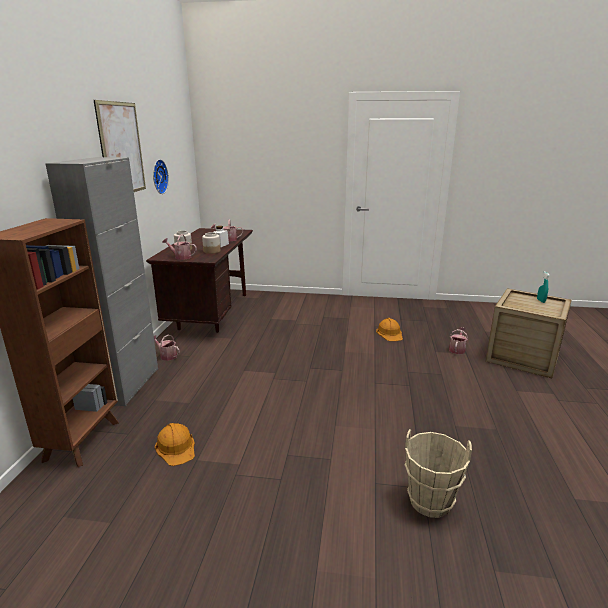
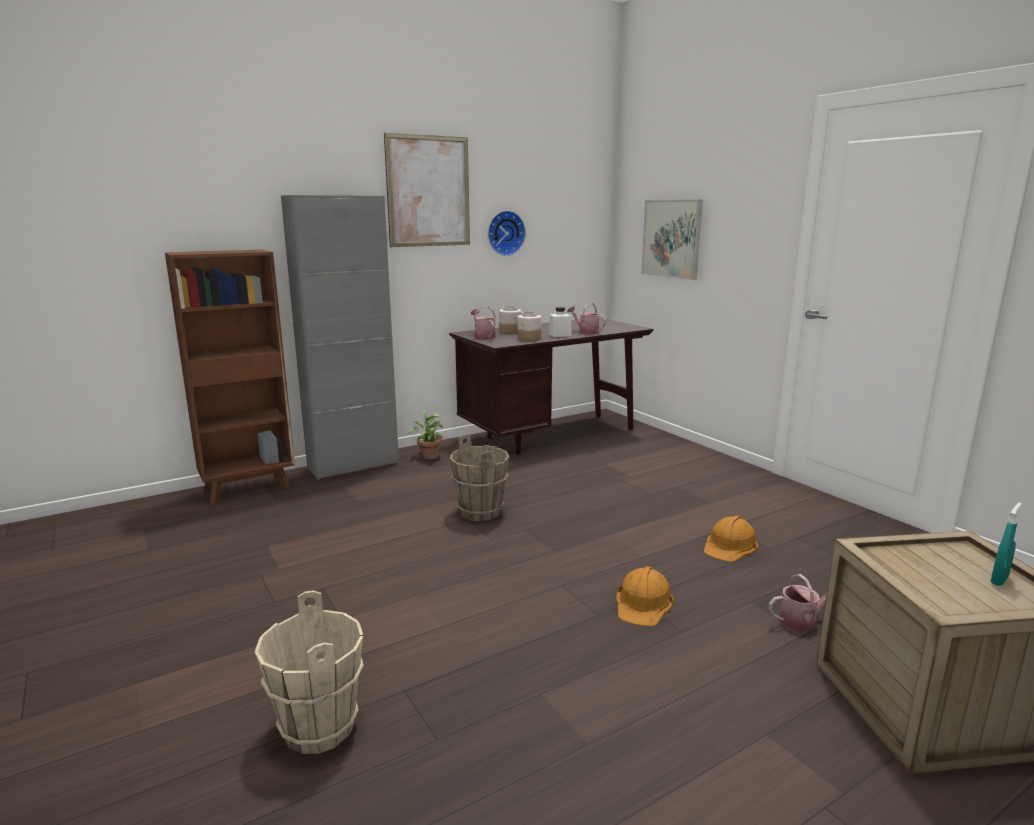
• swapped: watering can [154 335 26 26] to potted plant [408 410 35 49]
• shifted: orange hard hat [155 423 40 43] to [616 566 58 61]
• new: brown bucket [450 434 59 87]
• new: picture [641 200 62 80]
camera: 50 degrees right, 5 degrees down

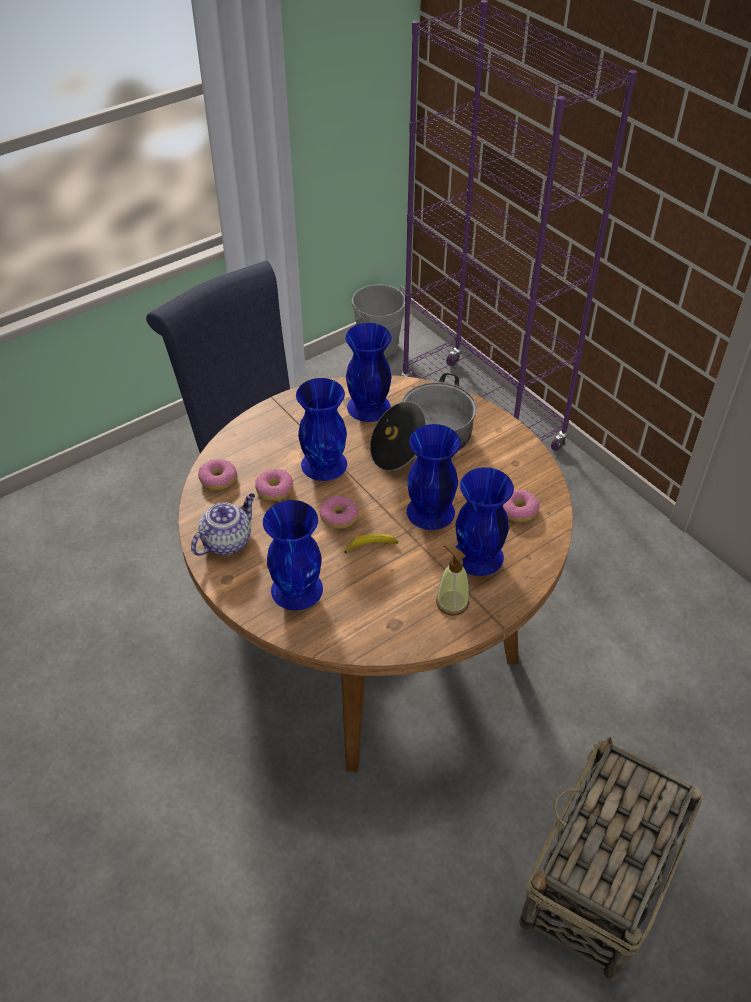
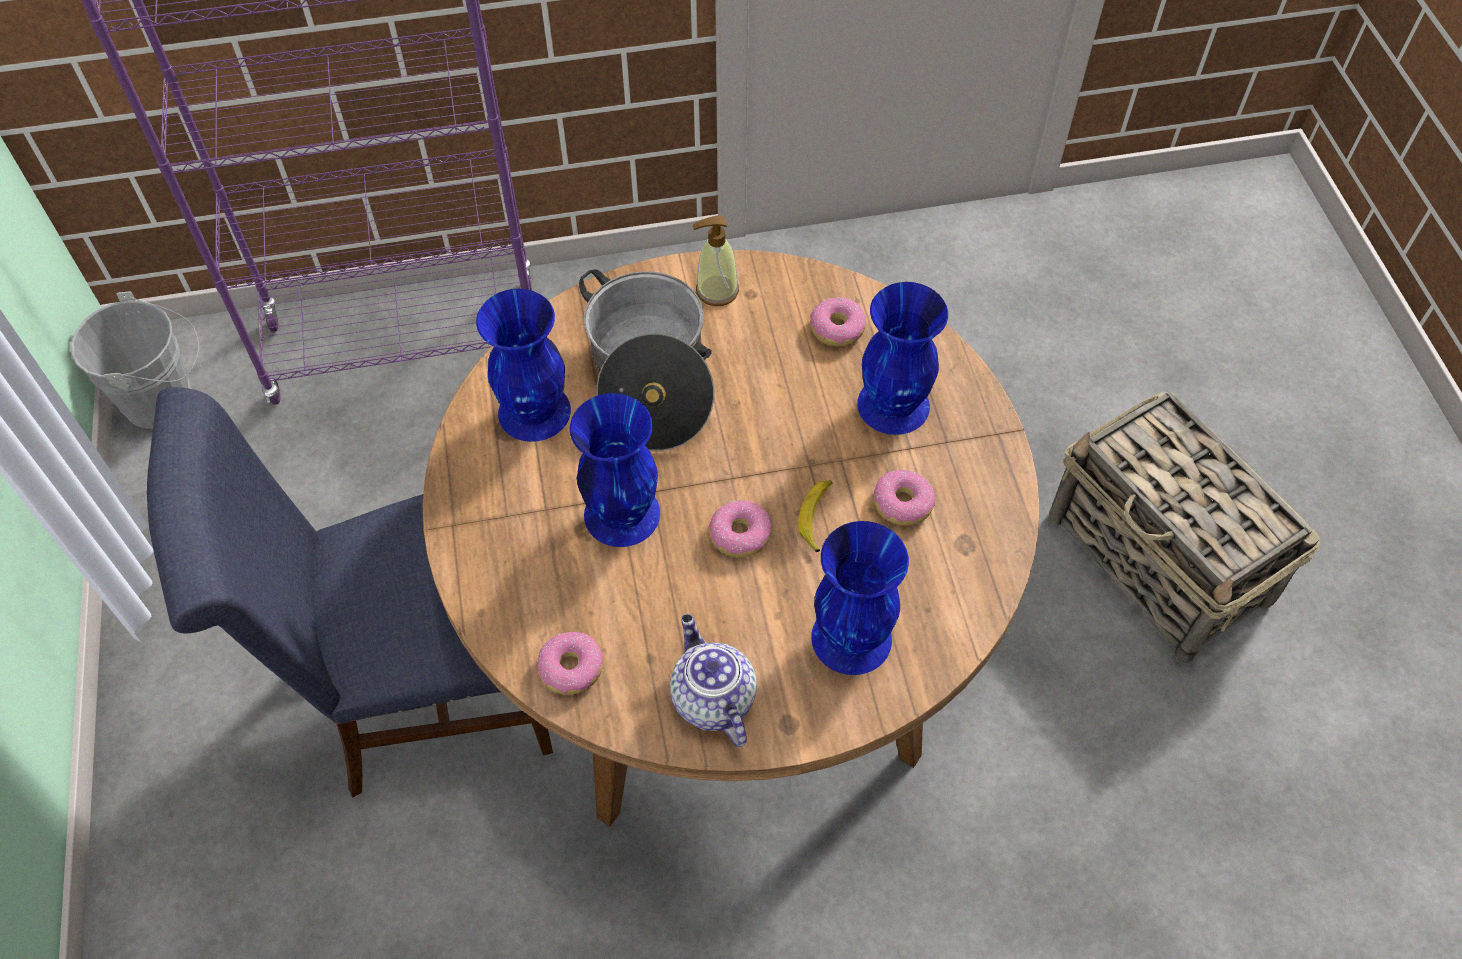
• shifted: donut [255 469 38 32] to [874 470 61 55]
• gone: blue vase [407 424 54 106]
• shifted: soap dispenser [436 543 33 73] to [692 215 47 91]
camera: 65 degrees left, 10 degrees up

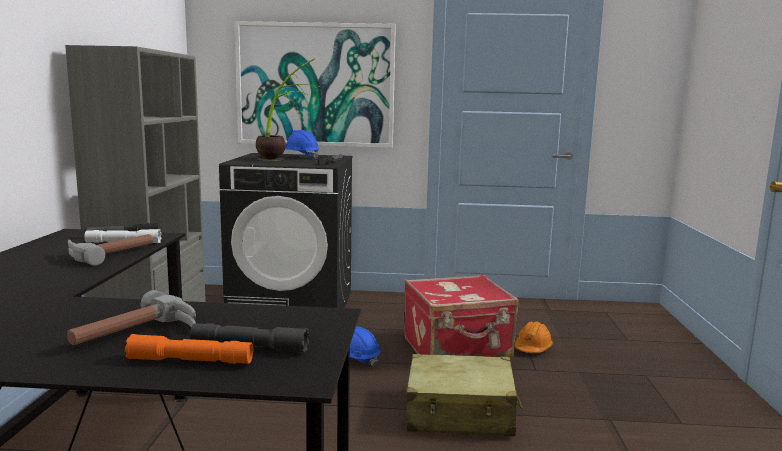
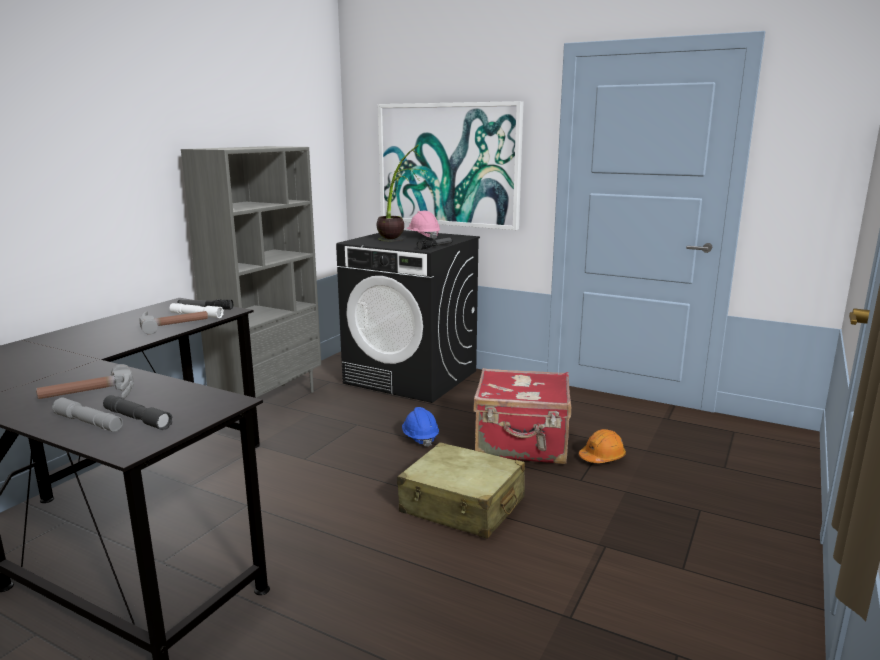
• repainted: orange flashlight [125 334 128 30] to grey flashlight [52 397 71 35]
• repainted: blue hard hat [285 130 34 29] to pink hard hat [406 211 34 29]
camera: 25 degrees right, 5 degrees up

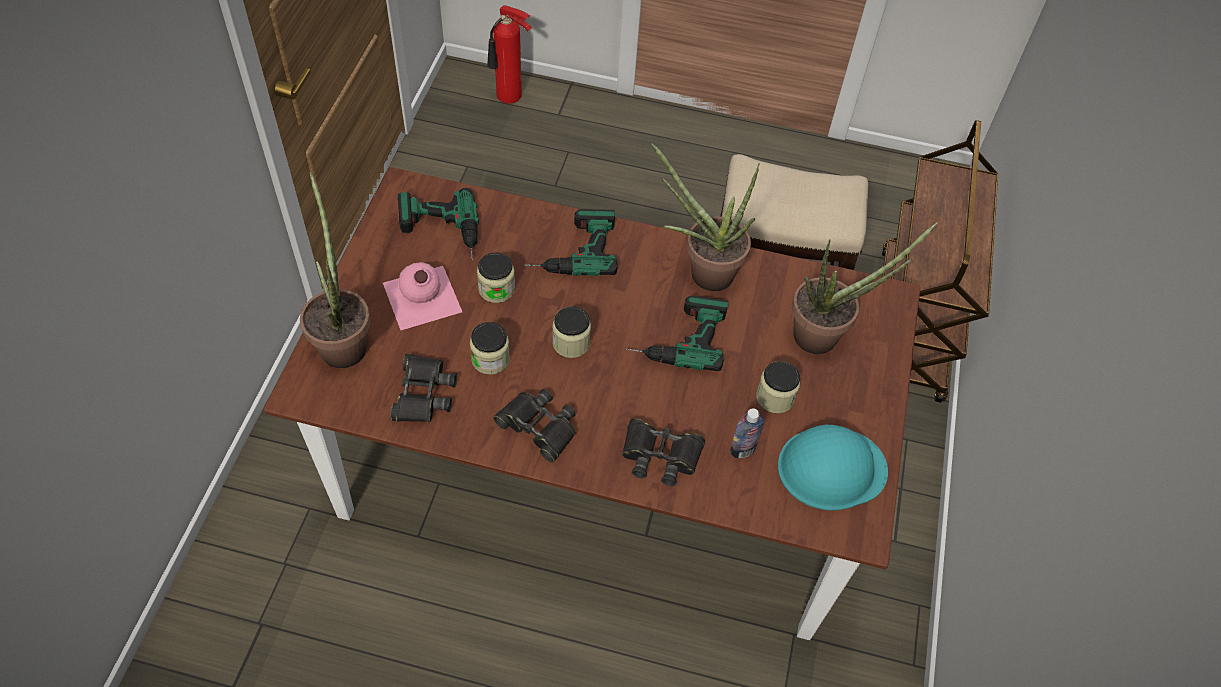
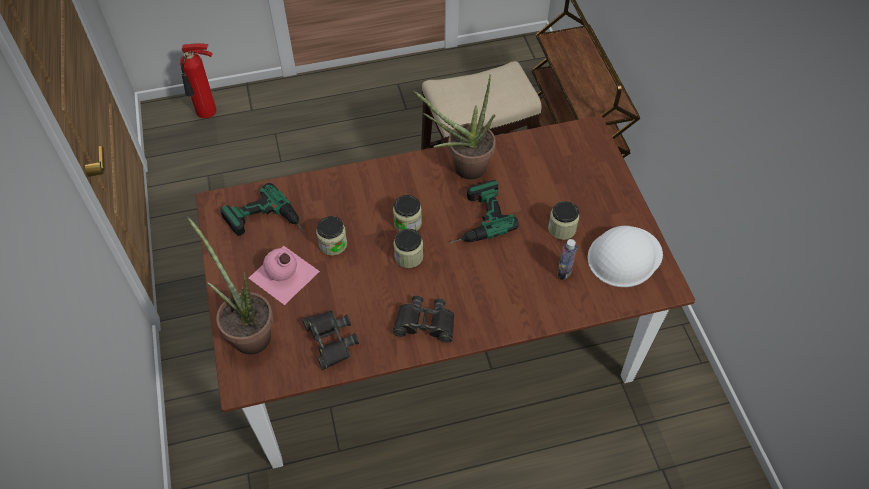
• shifted: jar [470 322 40 53] to [393 195 29 37]
• gone: power drill [524 209 94 67]
• gone: black binoculars [622 418 83 68]
• repainted: turquoise hard hat [778 425 110 86] to white hard hat [587 226 76 61]
• gone: potted plant [792 222 146 132]
camera: 25 degrees left, 0 degrees up

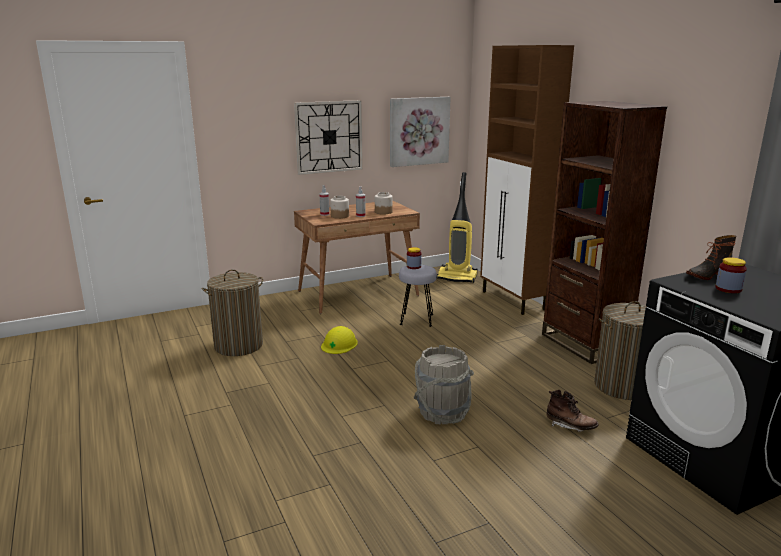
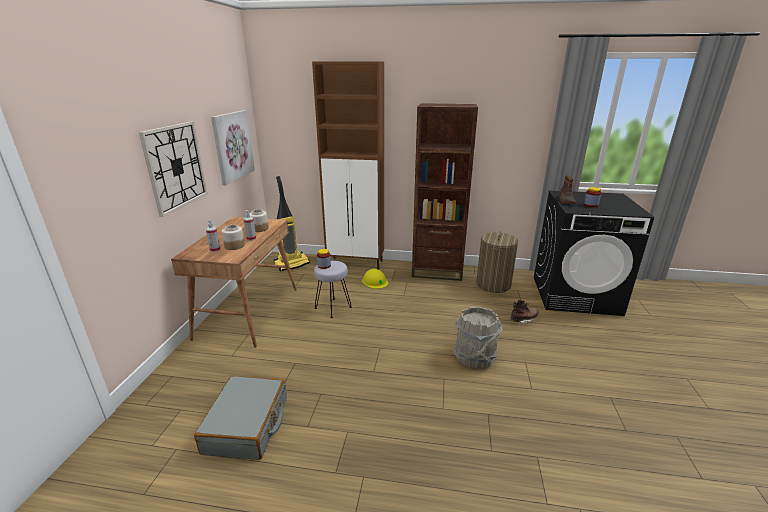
• swapped: laundry basket [202 269 61 87] to grey suitcase [194 376 93 84]
• shifted: yellow hard hat [321 326 37 28] to [362 269 26 20]
camera: 55 degrees left, 5 degrees up

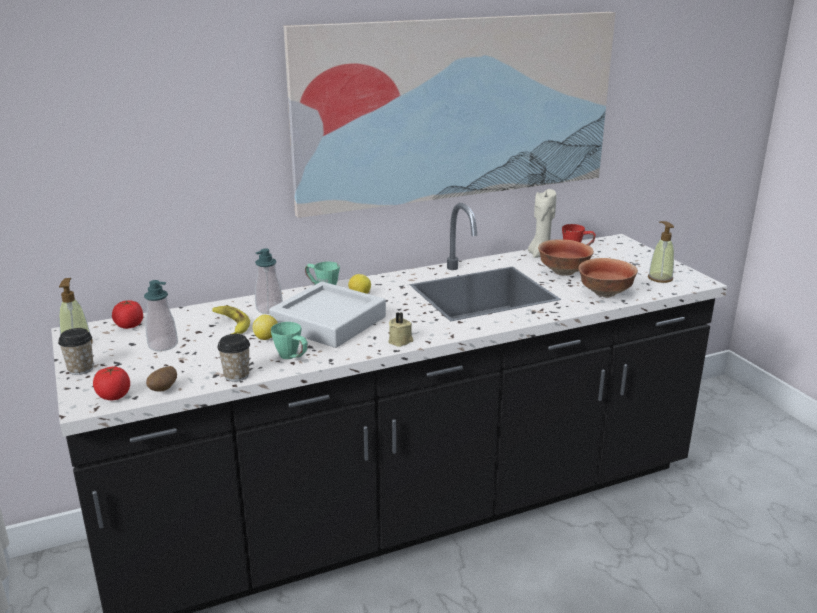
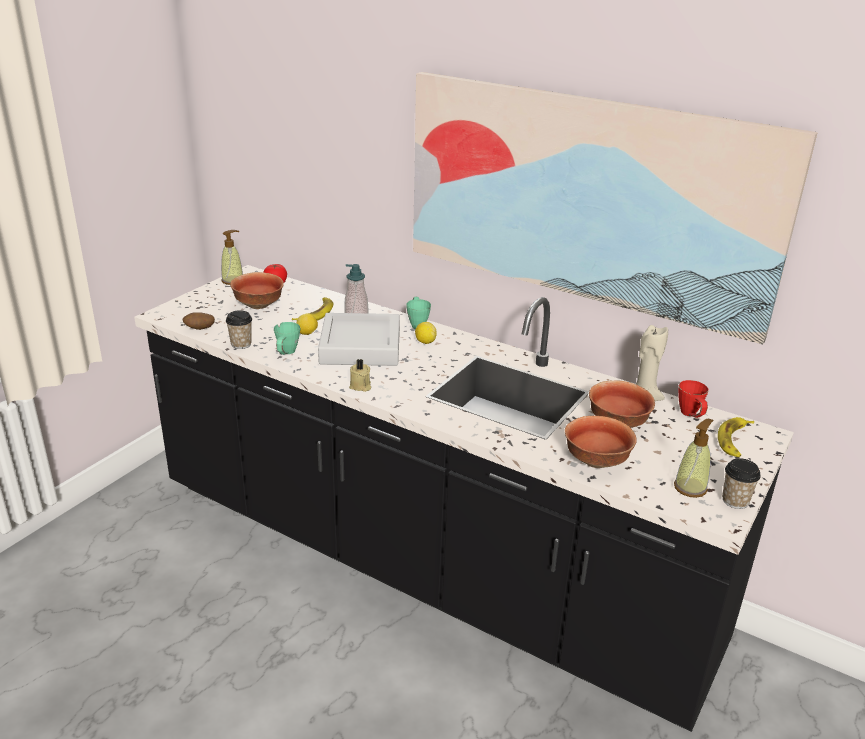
• shifted: cup [58 328 36 47] to [722 458 39 51]
• gone: tomato [93 366 37 34]
• swapped: soap dispenser [144 280 34 71] to bowl [230 272 54 37]
• new: banana [718 417 36 40]
camera: 55 degrees right, 5 degrees up

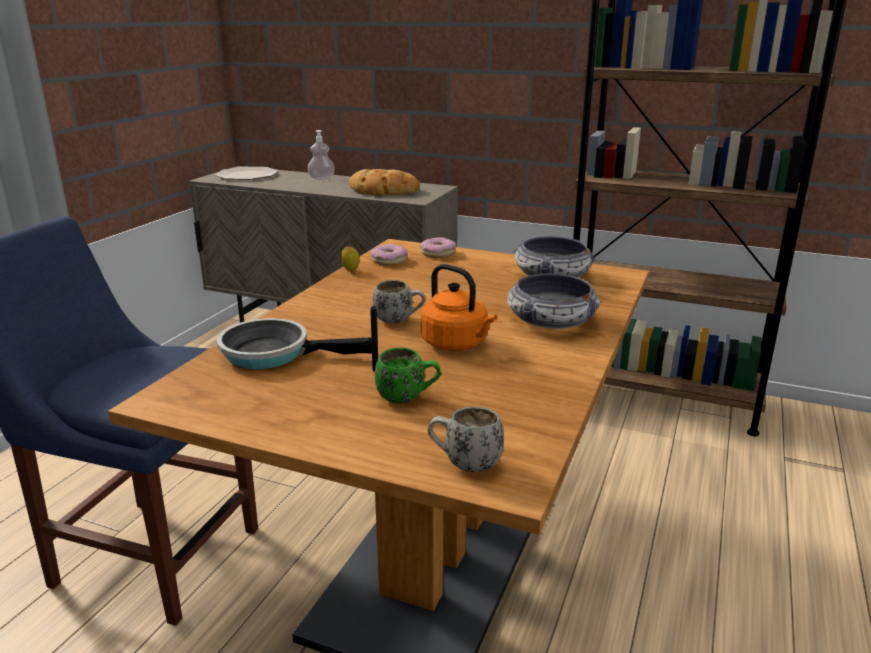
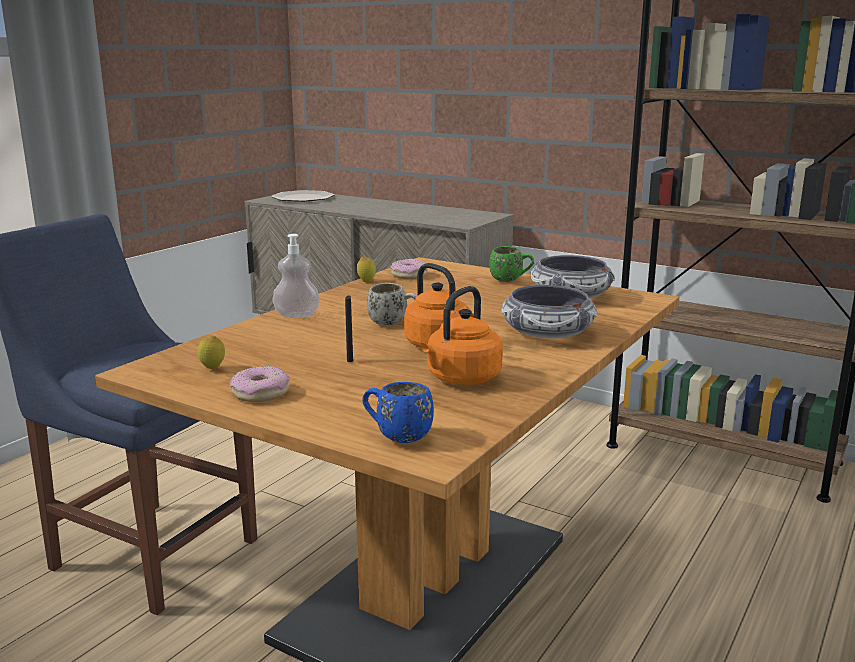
• gone: frying pan [216 318 156 51]
• shifted: soap dispenser [308 130 27 50] to [272 234 48 84]
• gone: bread [349 169 71 27]
• shifted: green mug [375 347 66 56] to [489 246 45 36]
• shifted: donut [420 237 36 21] to [230 366 60 36]
• repainted: white mug [428 407 76 65] to blue mug [362 382 72 61]
• new: lemon [198 336 27 33]
• new: orange kettle [421 286 82 99]
camera: 10 degrees right, 5 degrees down

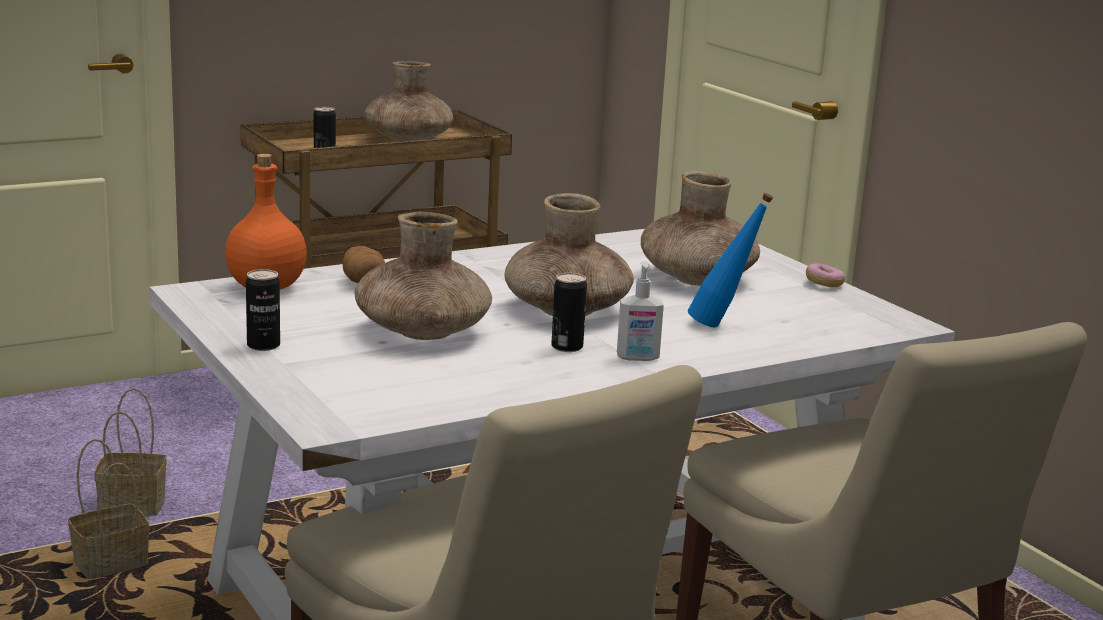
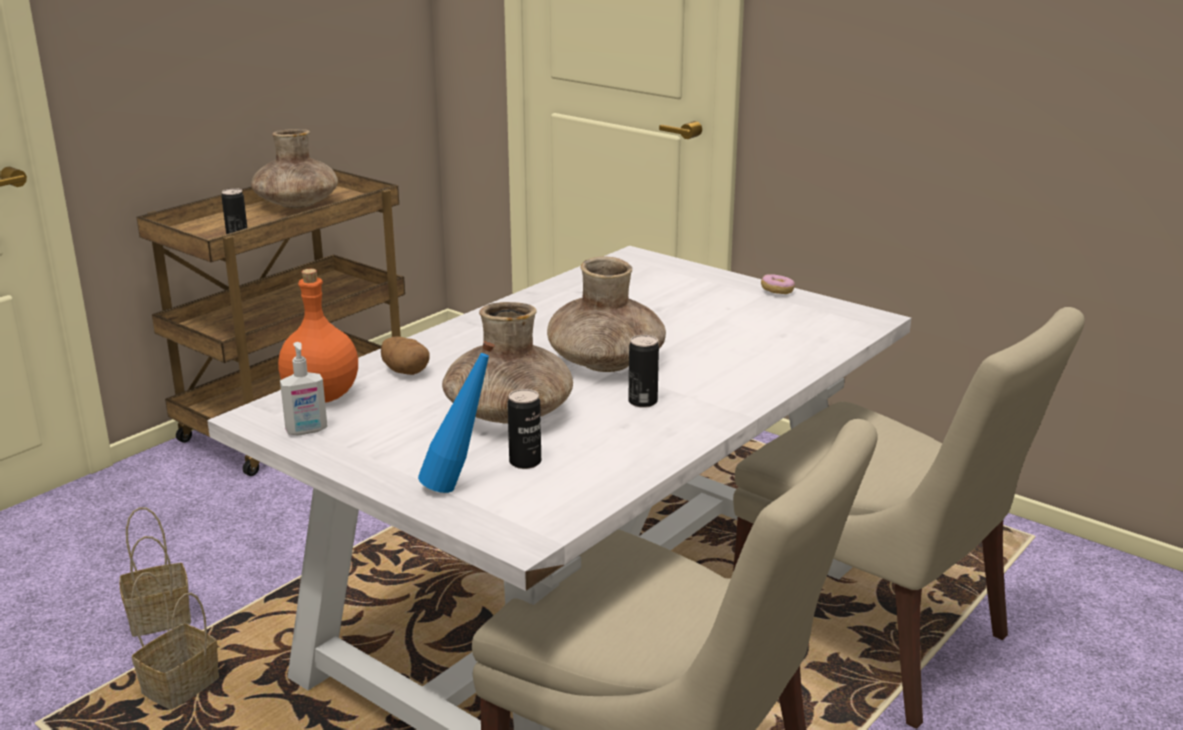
• shifted: can [246 269 34 82] to [507 389 34 80]
• shifted: soap dispenser [617 261 47 100] to [280 342 48 93]
• gone: brown vase [641 171 119 115]
• shifted: blue bottle [688 193 85 135] to [418 341 77 152]
camera: 20 degrees left, 5 degrees up

